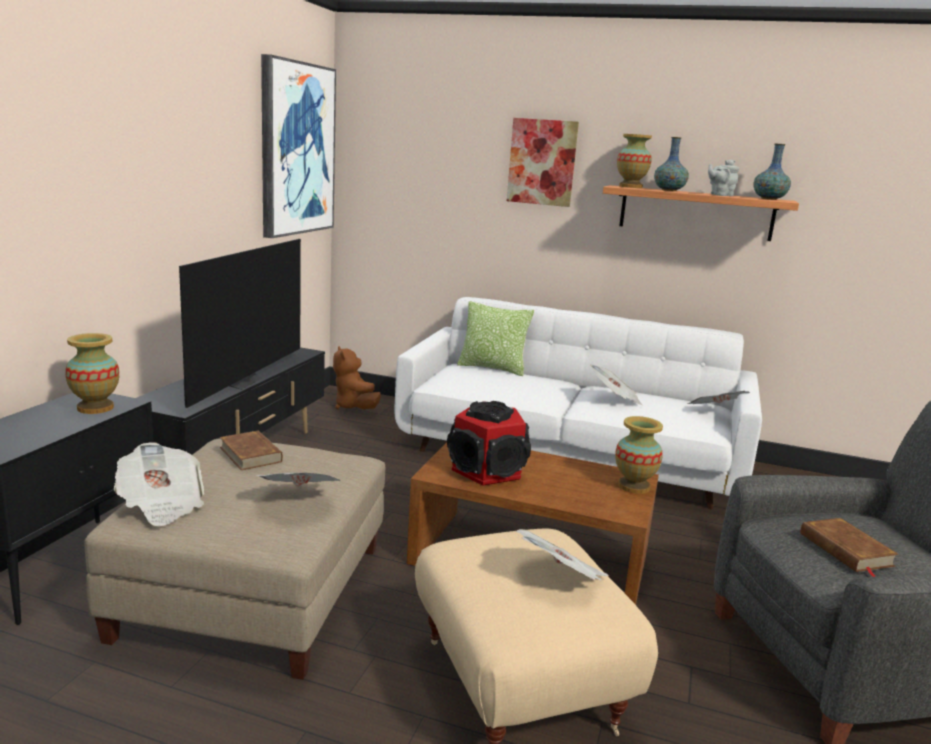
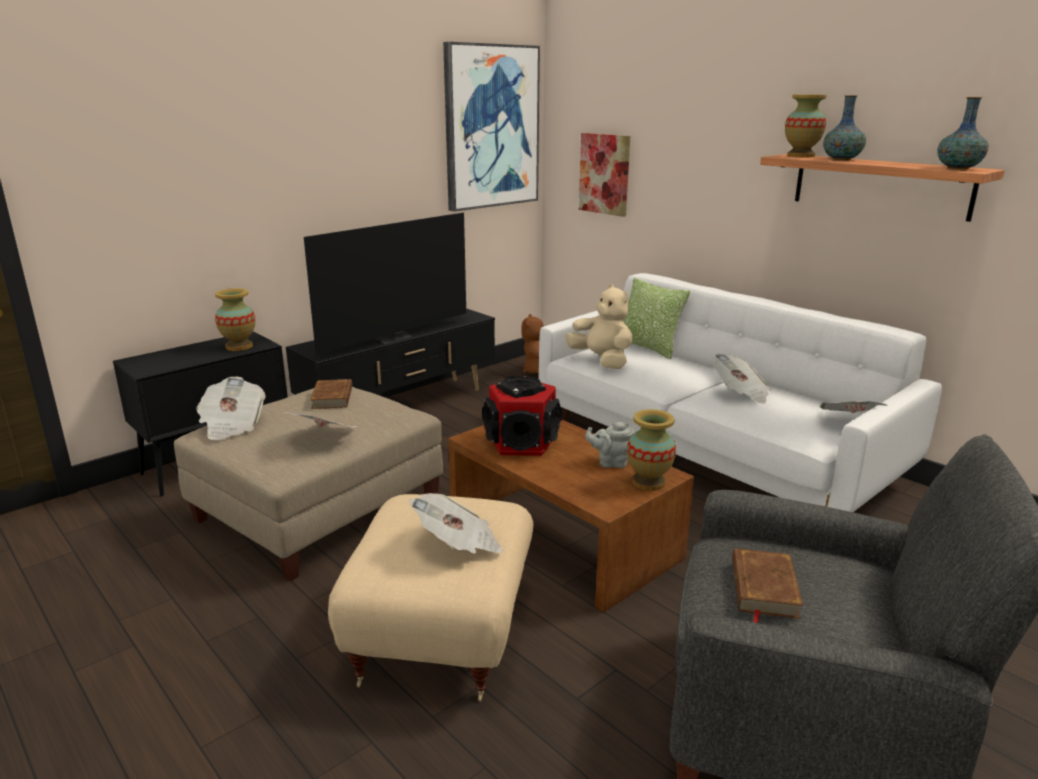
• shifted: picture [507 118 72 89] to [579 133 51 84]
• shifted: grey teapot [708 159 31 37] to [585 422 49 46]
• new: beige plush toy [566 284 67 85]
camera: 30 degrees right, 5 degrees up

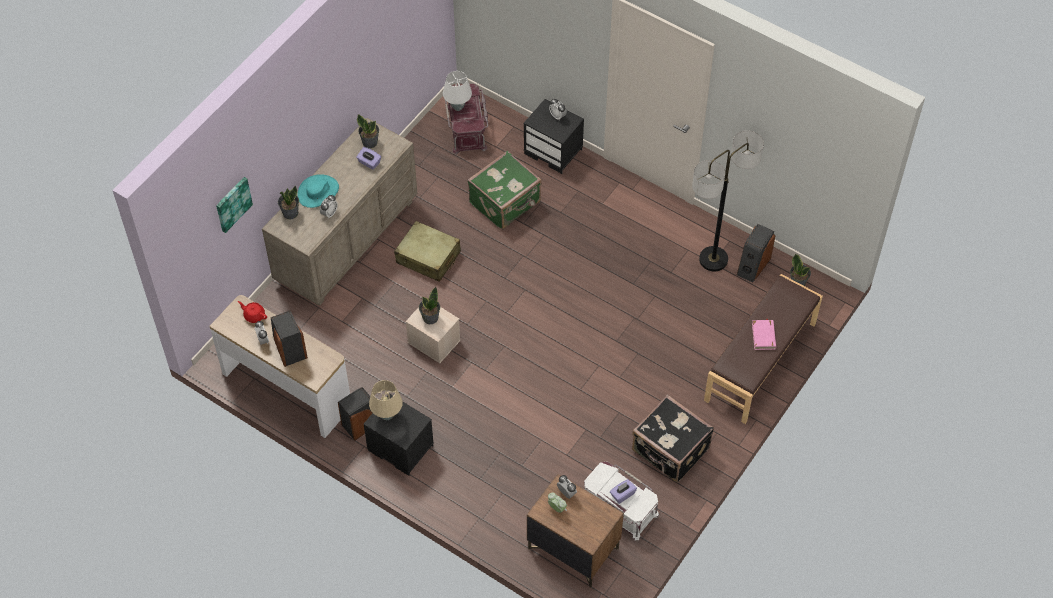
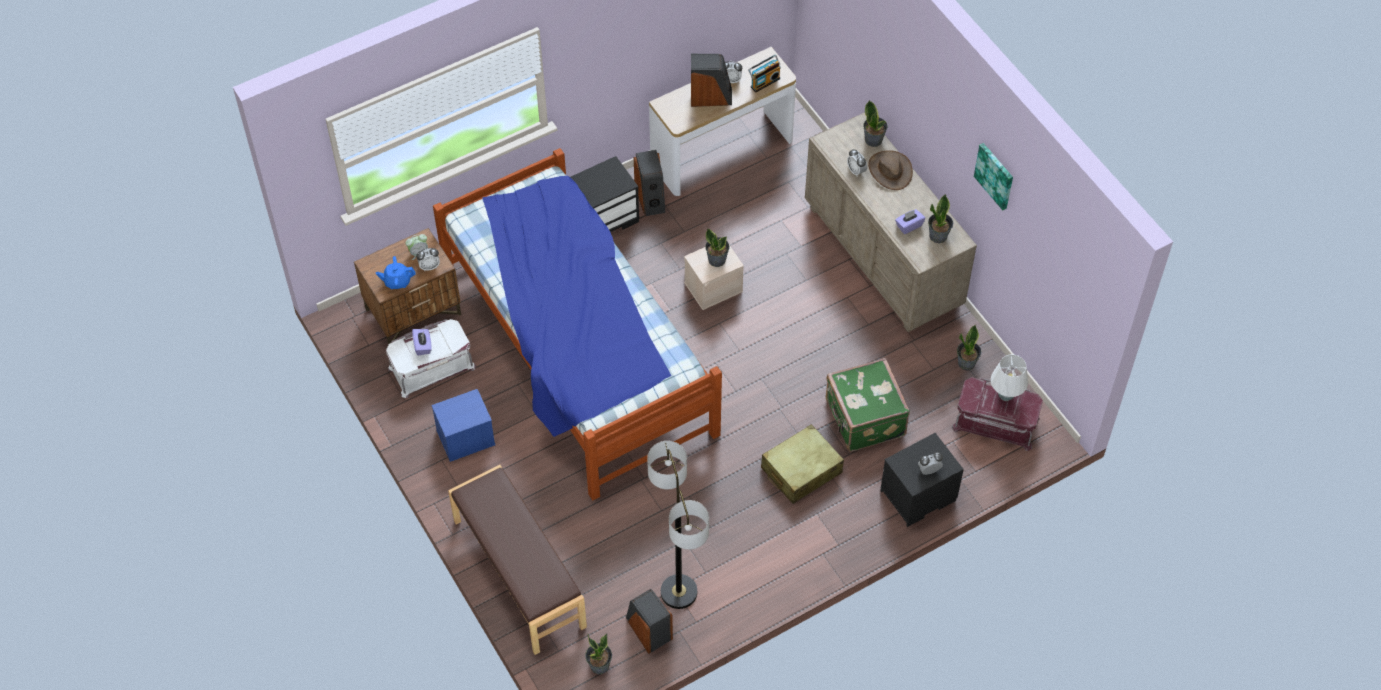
• shifted: picture [216 177 37 56] to [974 143 39 67]
• swapped: red teapot [238 301 29 22] to radio [748 55 33 37]
• repainted: turquoise hat [297 174 42 34] to brown hat [868 150 45 40]
• gone: beige table lamp [369 380 33 40]
• shifted: beige suitcase [394 221 67 61] to [761 424 83 80]
• swapped: black suitcase [632 395 82 88] to blue storage box [432 389 63 73]
• gone: pink book [752 318 24 32]
• new: blue teapot [376 256 39 33]
• new: bed [433 148 289 352]
• new: potted plant [957 325 24 45]
camera: 115 degrees right, 0 degrees up

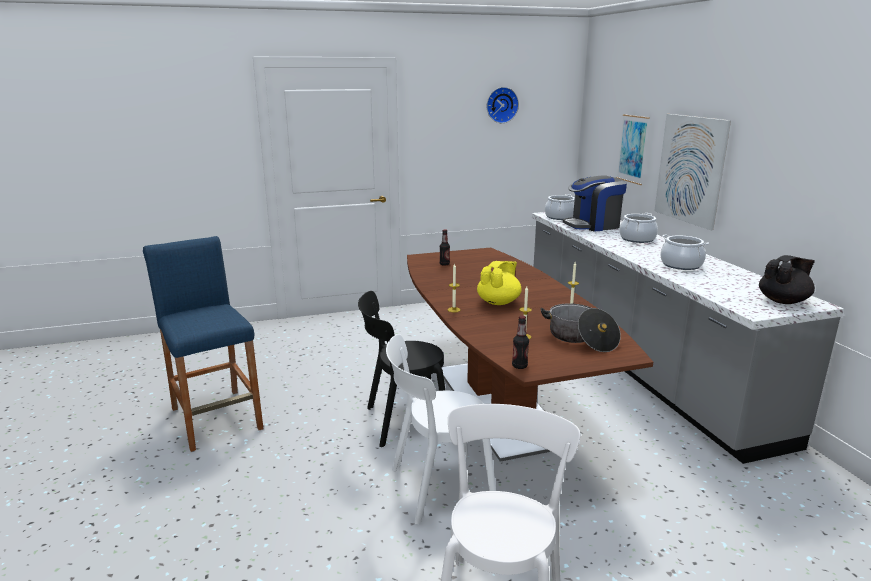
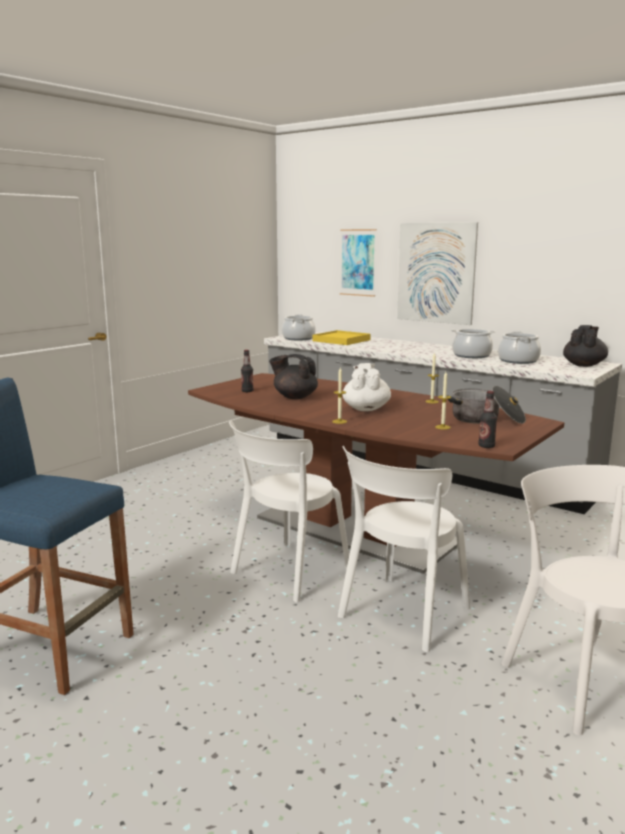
• repainted: black chair [358 291 87 156] to white chair [229 420 120 183]
• repainted: yellow teapot [477 261 45 44] to white teapot [343 363 48 48]
• gone: wall clock [487 87 32 36]
• swapped: coffee machine [563 175 64 57] to yellow tray [313 330 58 15]
• shifted: cooking pot [620 213 38 30] to [498 331 43 33]
• new: black teapot [269 354 49 45]
camera: 35 degrees left, 5 degrees down

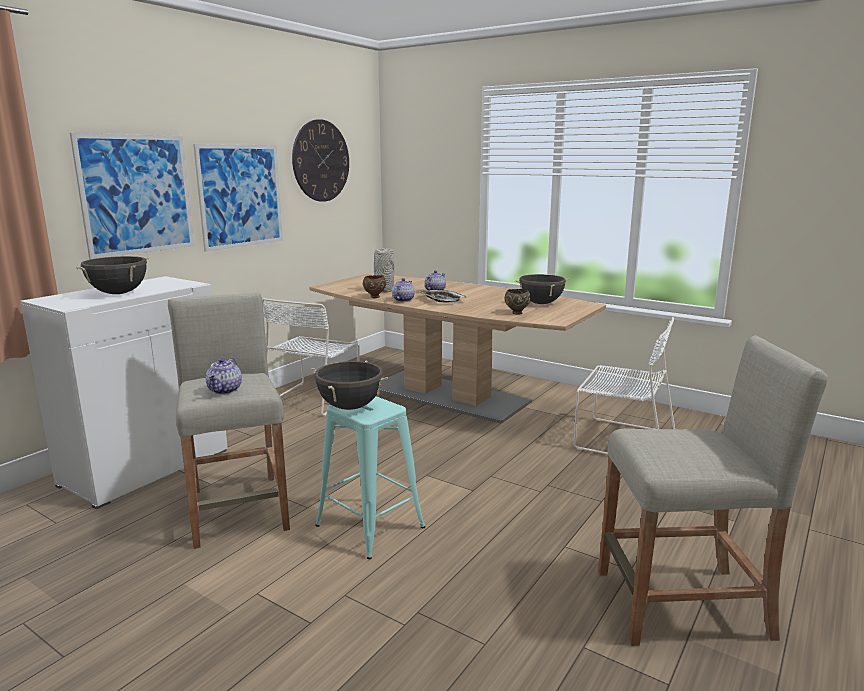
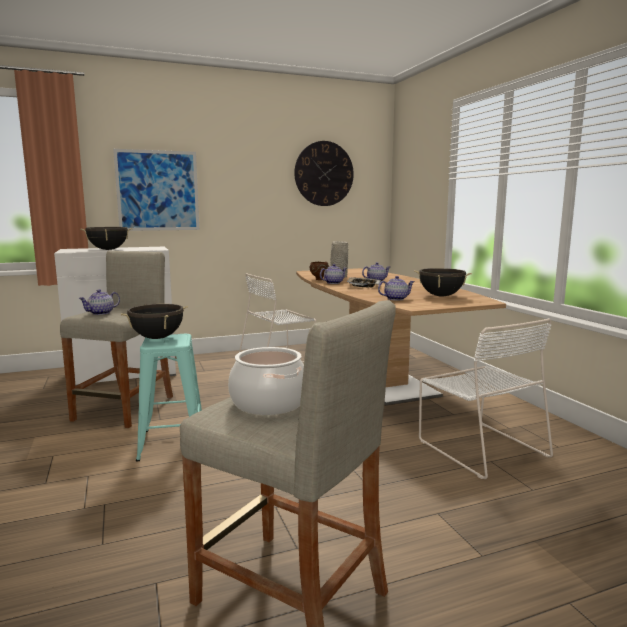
• gone: picture [193 144 90 108]
• swapped: brown bowl [505 289 26 26] to teapot [378 276 37 25]
• new: cooking pot [228 347 76 68]
camera: 35 degrees right, 5 degrees down

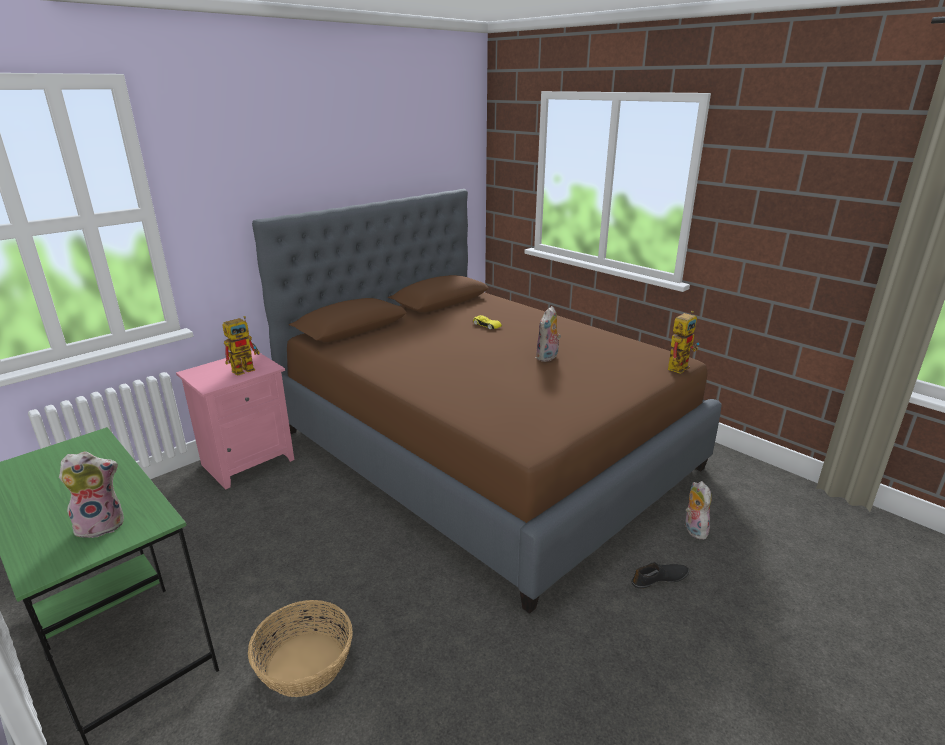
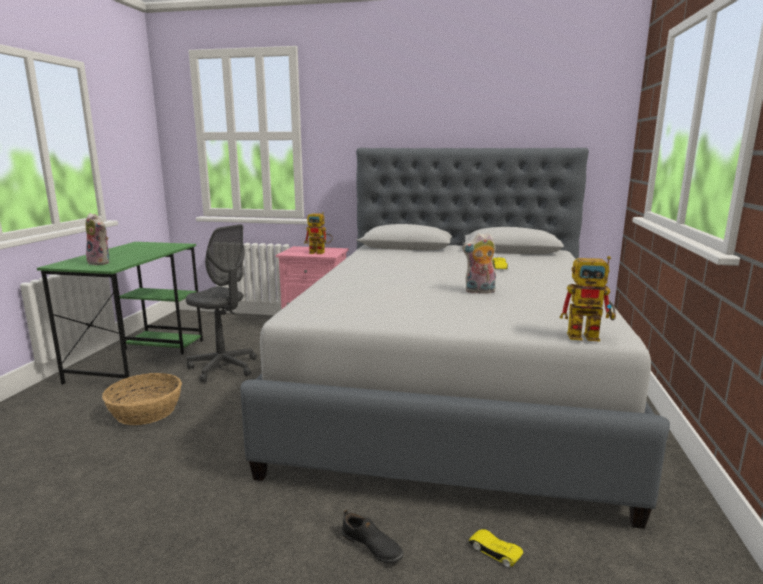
• repainted: brown bed [252 189 470 425] to grey bed [240 148 430 381]
• swapped: plush toy [685 481 27 58] to yellow toy car [469 529 55 39]
• new: grey office chair [186 224 71 159]
camera: 55 degrees right, 10 degrees down

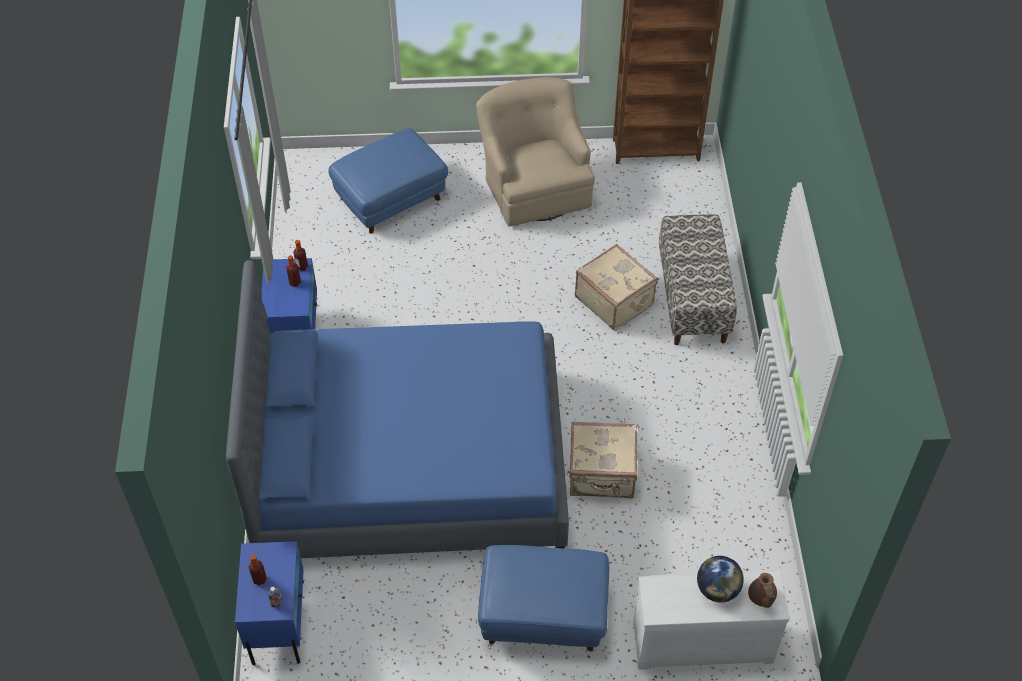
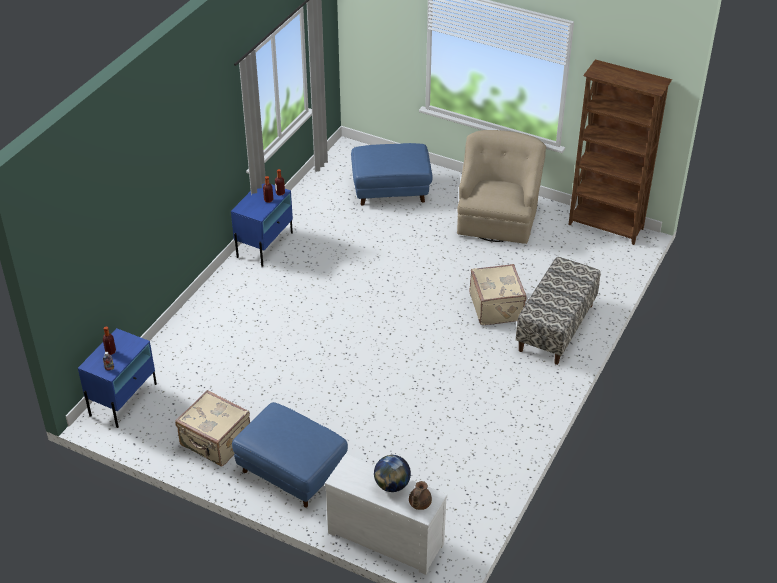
• gone: blue bed [226 260 343 298]
• shifted: beige suitcase [569 422 68 76] to [175 390 75 77]
camera: 30 degrees right, 10 degrees down

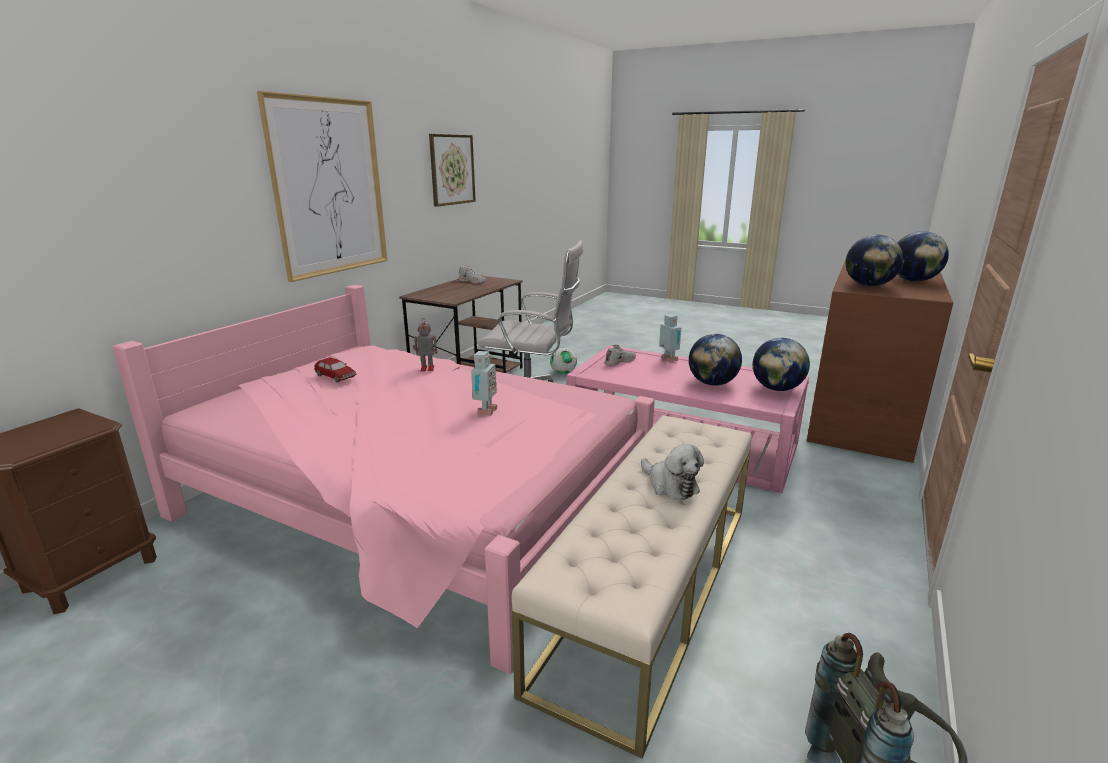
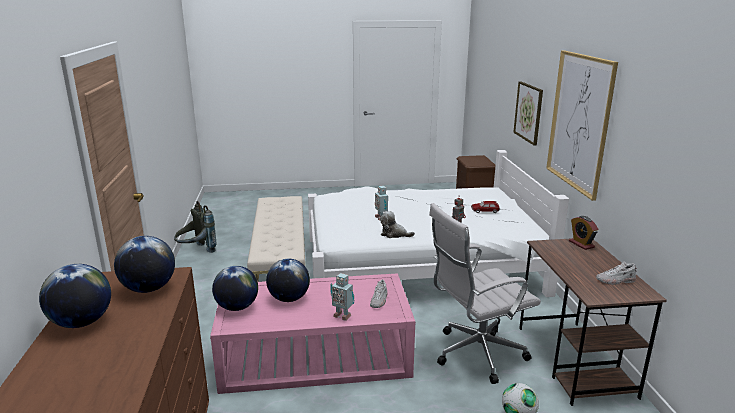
• repainted: pink bed [113 285 542 389] to white bed [308 150 261 147]
• shifted: picture [429 134 47 73] to [513 81 30 64]
• shifted: plush toy [641 444 63 56] to [380 211 35 27]
• new: alarm clock [569 216 30 34]
camera: 145 degrees right, 0 degrees up

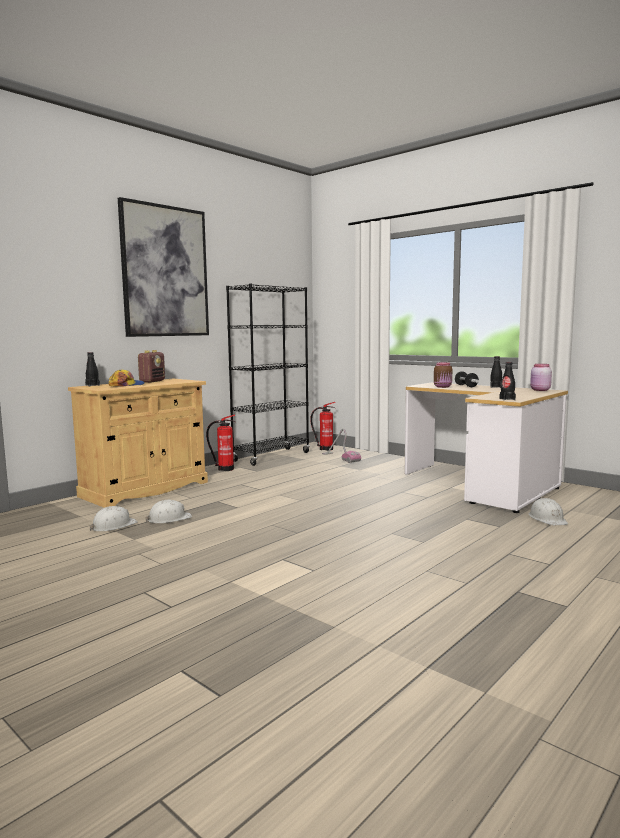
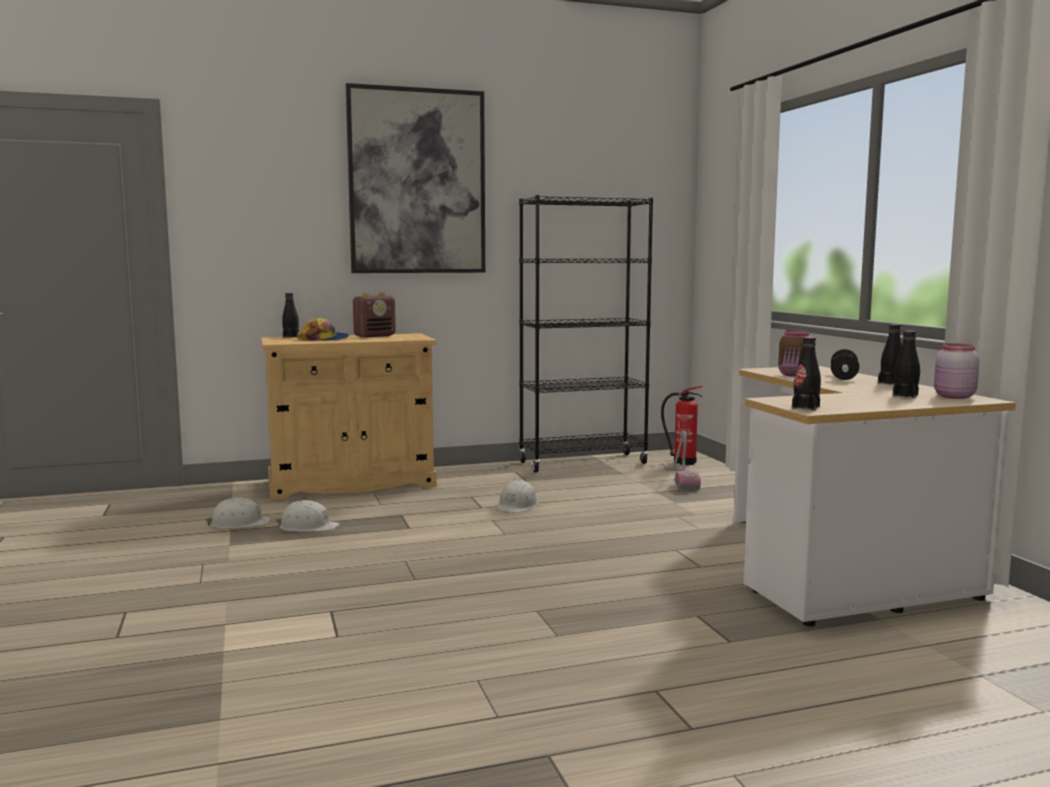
• gone: fire extinguisher [206 414 29 57]
• shifted: white hard hat [529 498 39 27] to [496 480 43 33]
• new: black bottle [893 331 27 67]
camera: 30 degrees right, 0 degrees up

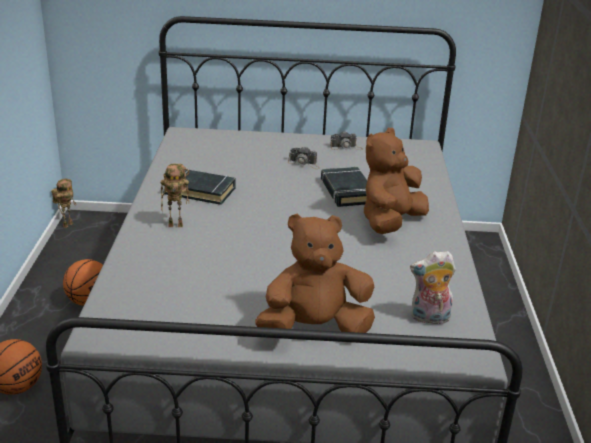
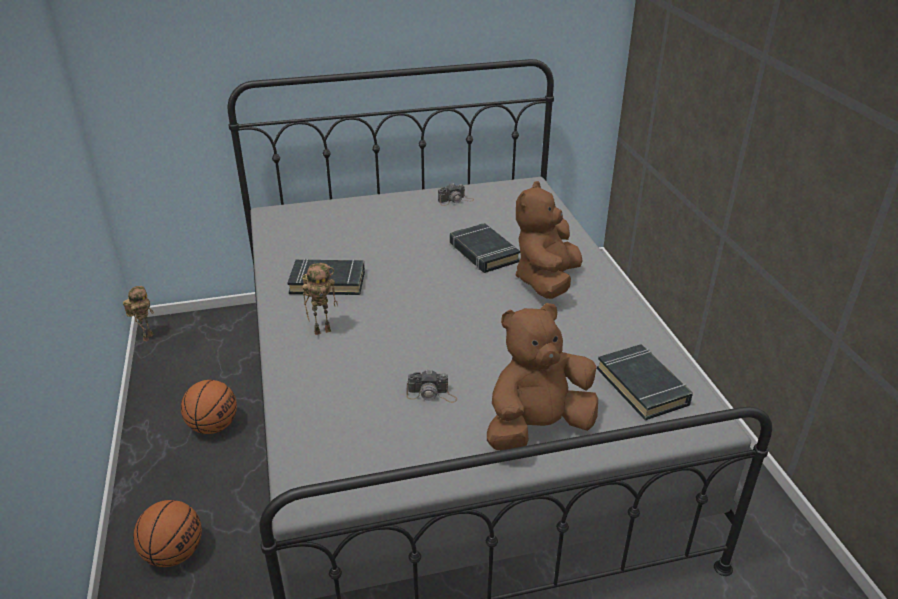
• shifted: photo camera [288 147 32 22] to [406 370 51 33]
• swapped: plush toy [410 251 46 73] to black book [597 344 96 76]
camera: 15 degrees left, 5 degrees up

